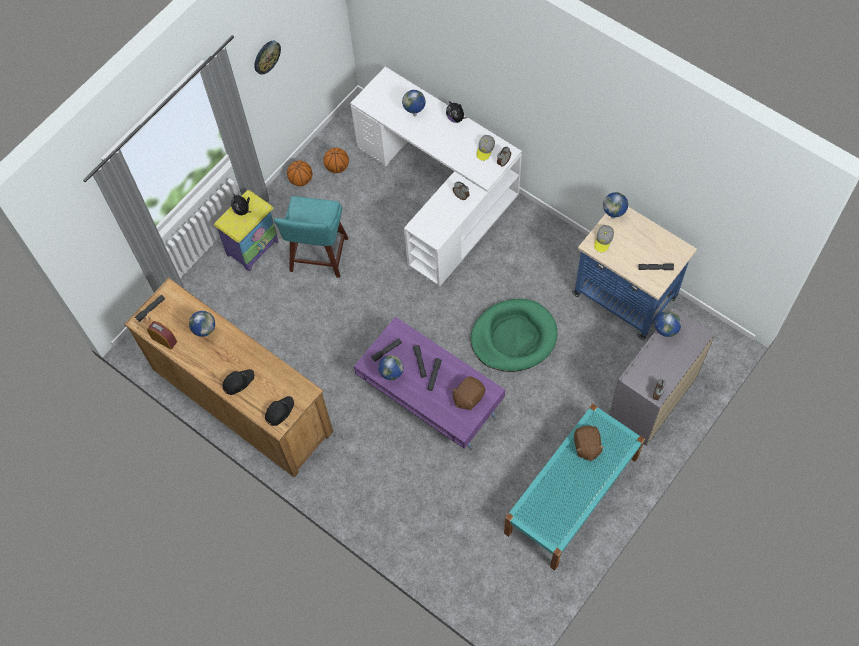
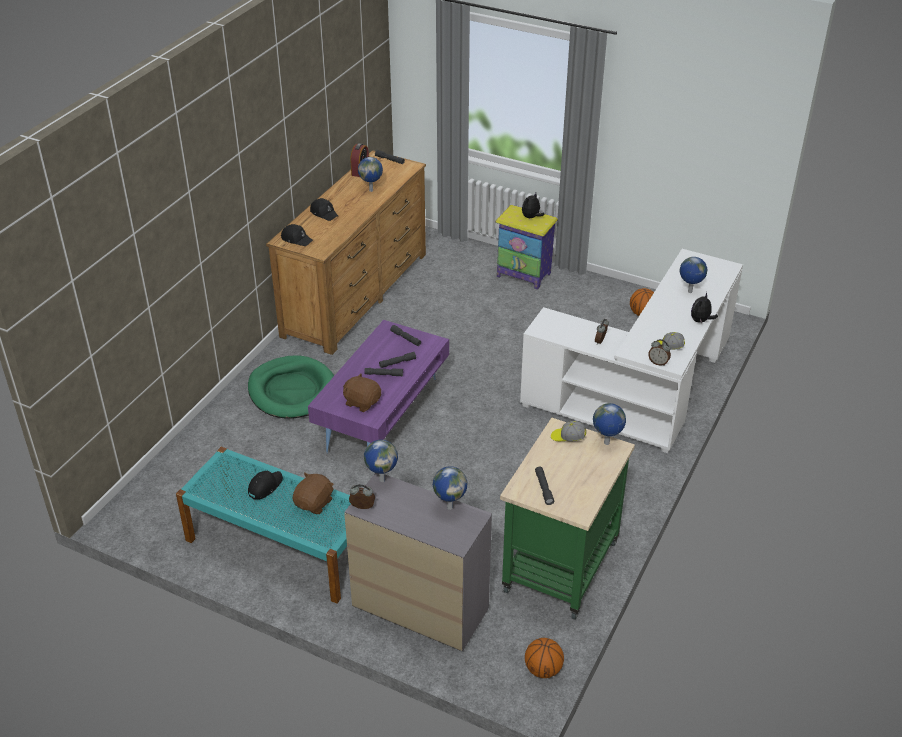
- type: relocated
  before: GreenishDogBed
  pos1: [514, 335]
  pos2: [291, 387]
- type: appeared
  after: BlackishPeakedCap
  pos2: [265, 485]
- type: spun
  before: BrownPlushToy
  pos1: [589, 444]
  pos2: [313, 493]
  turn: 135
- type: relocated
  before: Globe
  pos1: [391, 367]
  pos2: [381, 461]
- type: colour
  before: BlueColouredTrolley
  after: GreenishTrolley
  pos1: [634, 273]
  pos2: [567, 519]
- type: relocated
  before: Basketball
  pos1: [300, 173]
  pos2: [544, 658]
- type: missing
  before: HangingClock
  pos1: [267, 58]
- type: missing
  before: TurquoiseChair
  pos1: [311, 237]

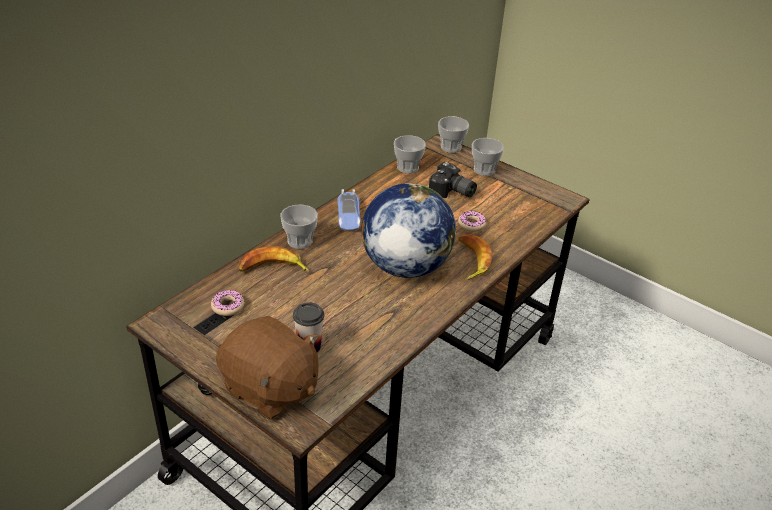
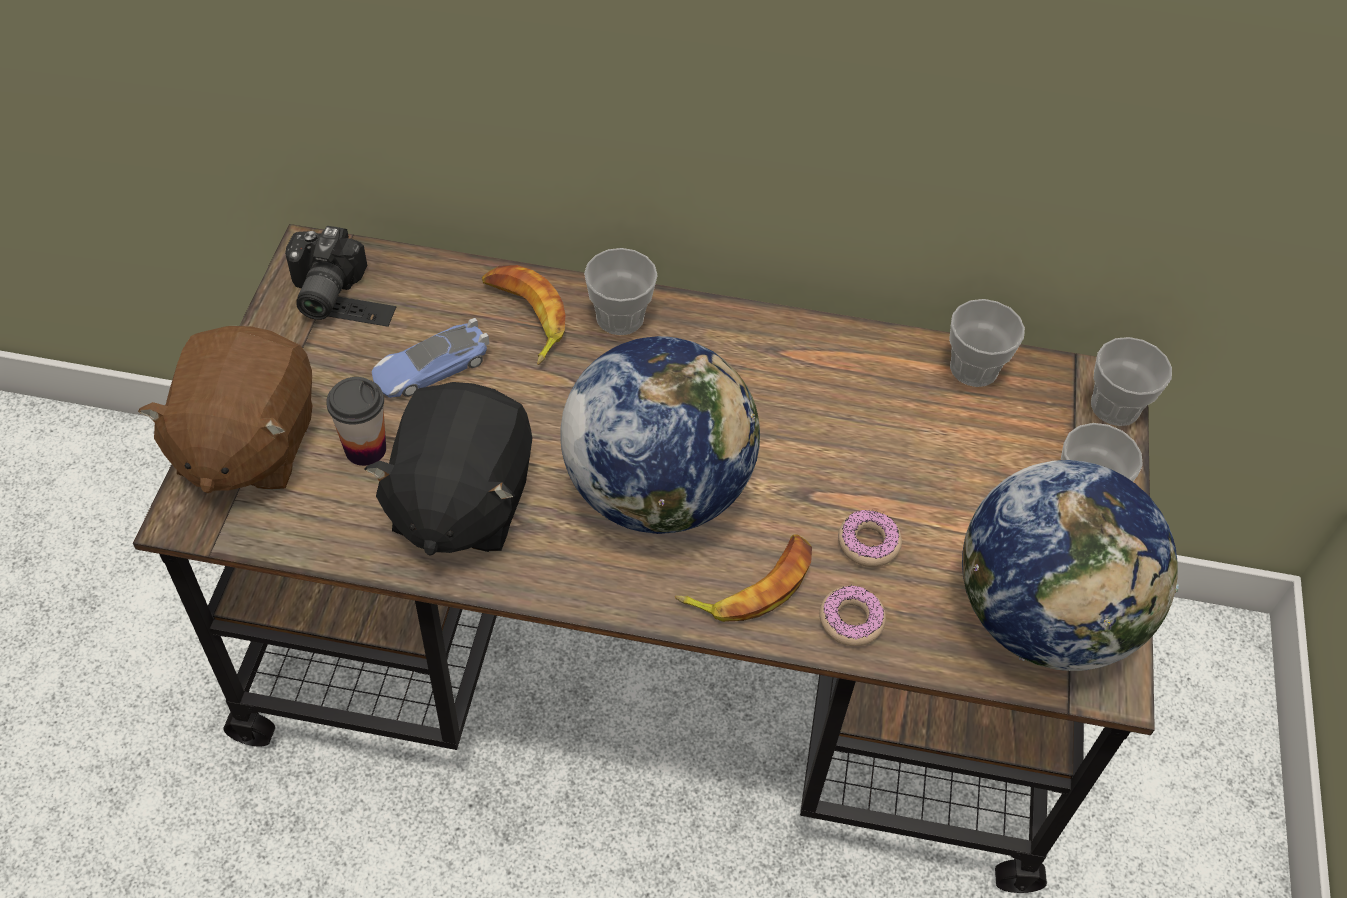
- type: relocated
  before: StillCamera
  pos1: [453, 180]
  pos2: [326, 273]
- type: appeared
  after: BlackishPlushToy
  pos2: [448, 469]
- type: relocated
  before: ToyCar
  pos1: [349, 210]
  pos2: [430, 358]
- type: relocated
  before: Donut
  pos1: [227, 303]
  pos2: [852, 615]
- type: appeared
  after: Globe
  pos2: [1070, 565]

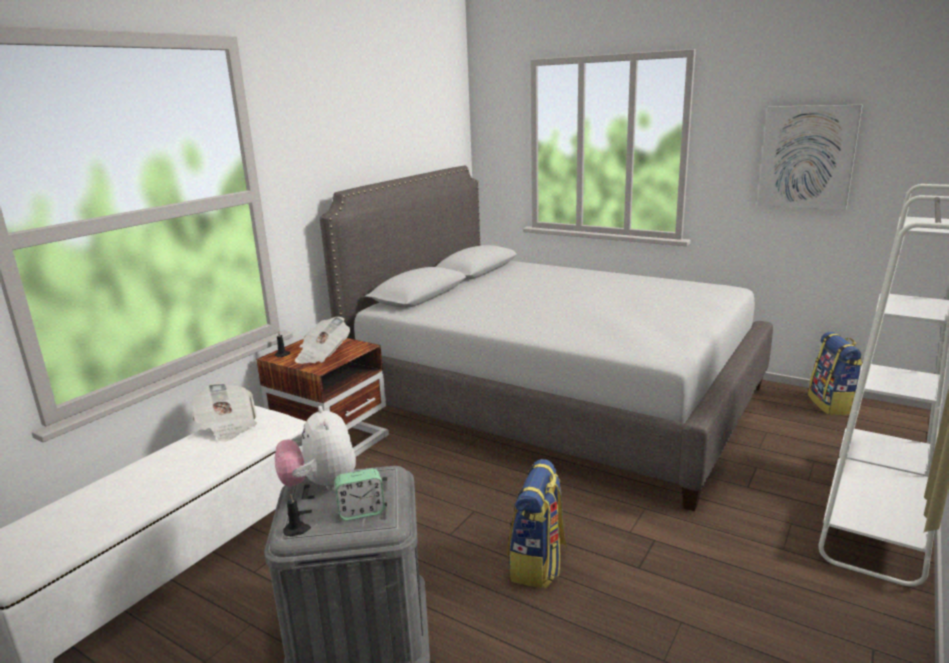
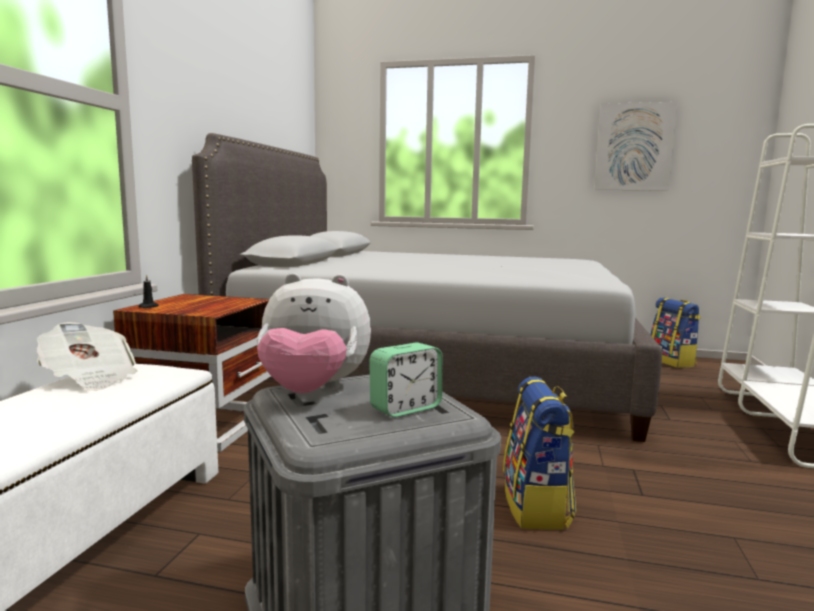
- type: spun
  before: PlushToy
  pos1: [315, 448]
  pos2: [314, 333]
  turn: -45
- type: missing
  before: BlackishWaxLight
  pos1: [297, 514]
- type: missing
  before: Newspaper
  pos1: [322, 340]

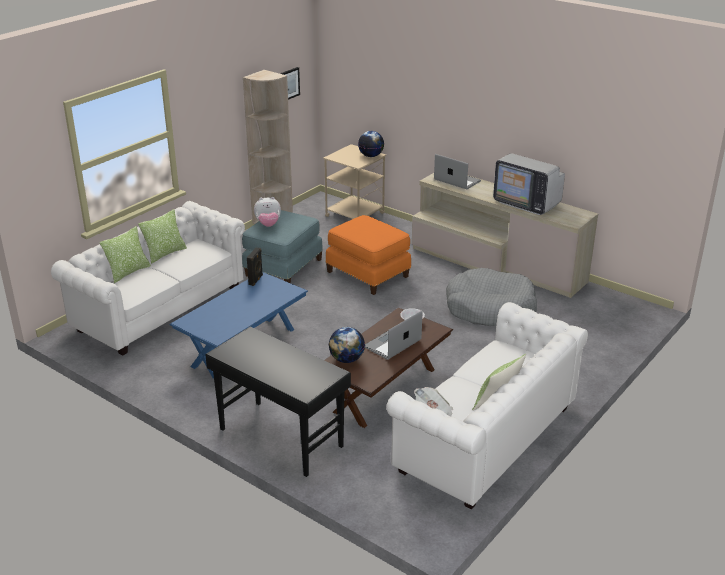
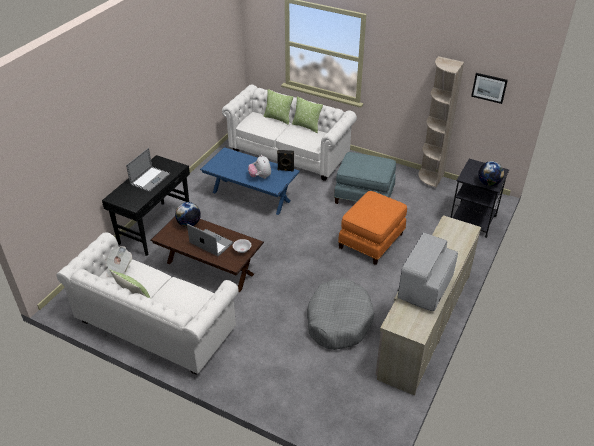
- type: relocated
  before: Laptop
  pos1: [457, 171]
  pos2: [148, 170]
- type: relocated
  before: PlushToy
  pos1: [267, 212]
  pos2: [259, 167]
- type: colour
  before: BeigeTrolley
  after: BlackishTrolley
  pos1: [354, 181]
  pos2: [479, 198]

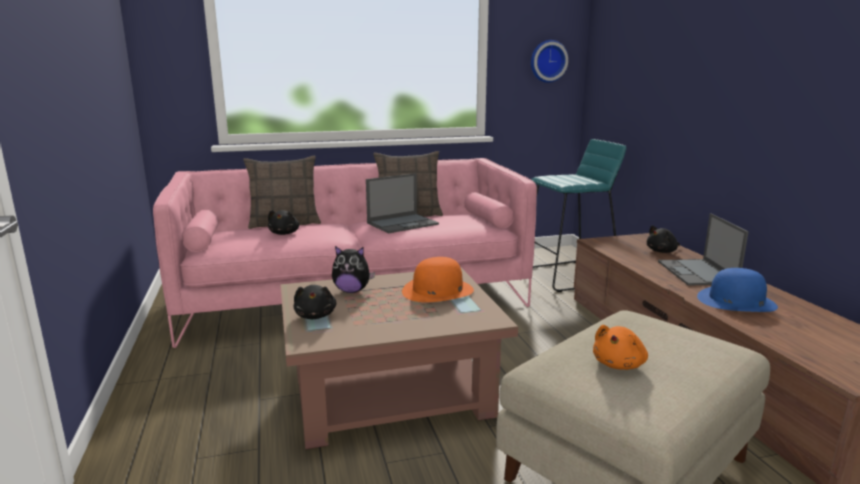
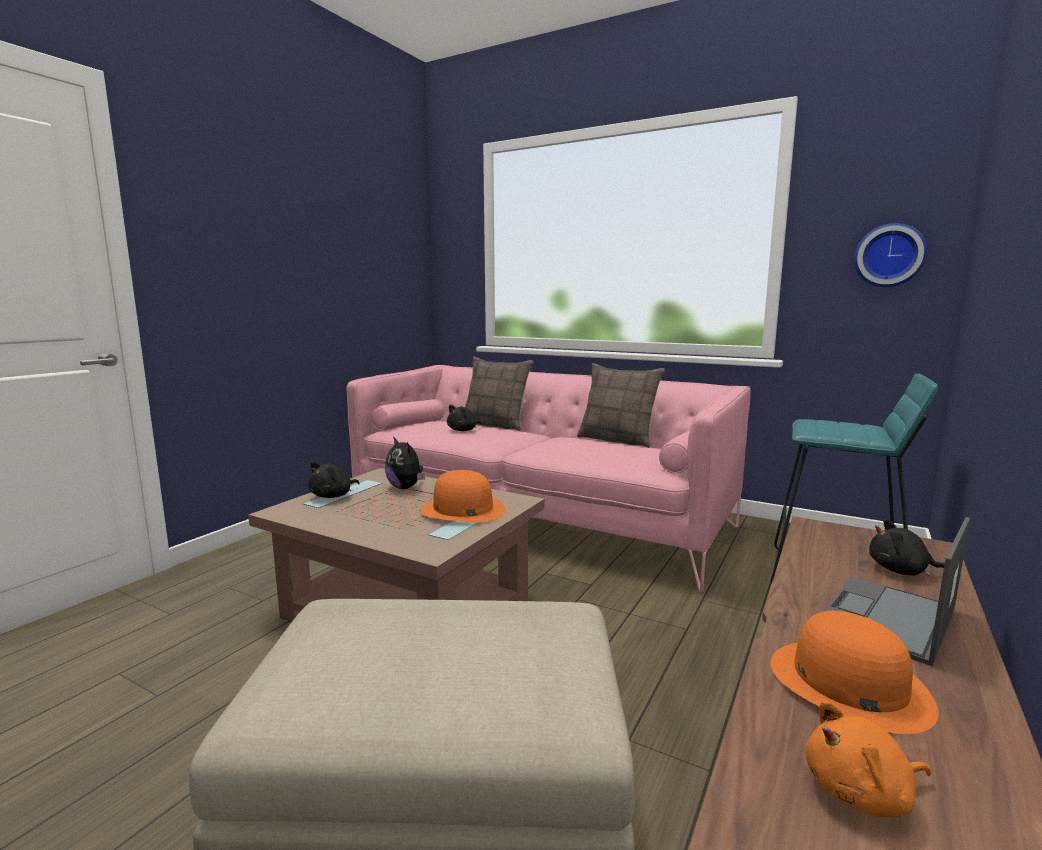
- type: colour
  before: BlueColouredWearableHat
  after: OrangeyWearableHat
  pos1: [737, 290]
  pos2: [855, 672]
- type: relocated
  before: OrangeyPlushToy
  pos1: [620, 347]
  pos2: [868, 759]
- type: missing
  before: Laptop
  pos1: [402, 203]

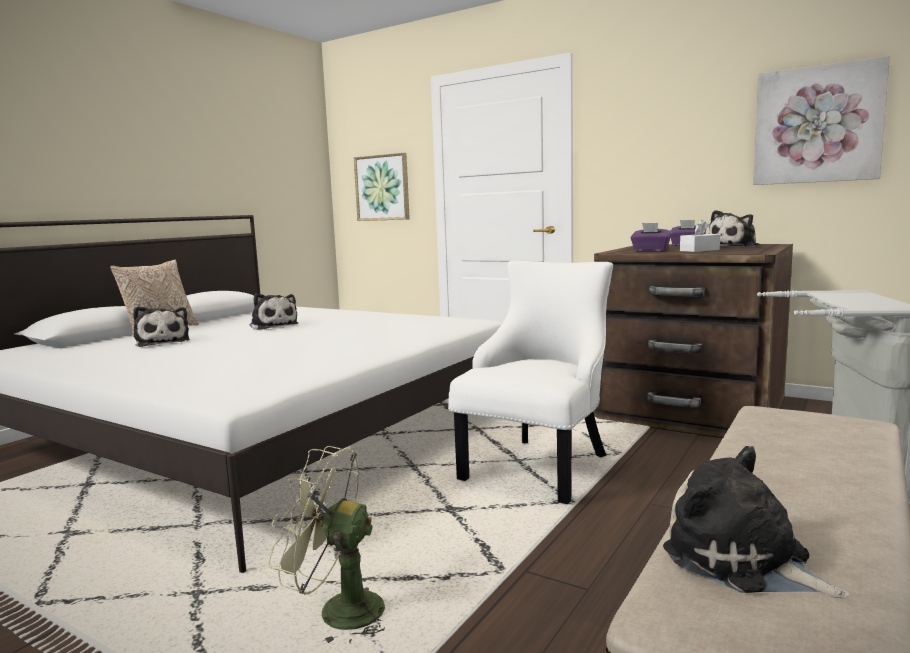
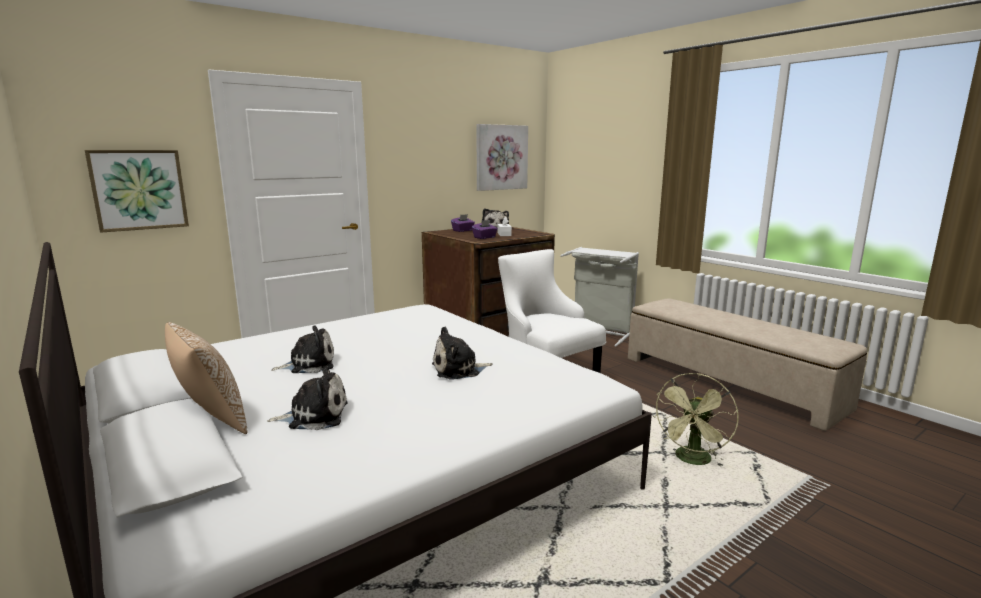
- type: relocated
  before: PlushToy
  pos1: [756, 522]
  pos2: [462, 353]

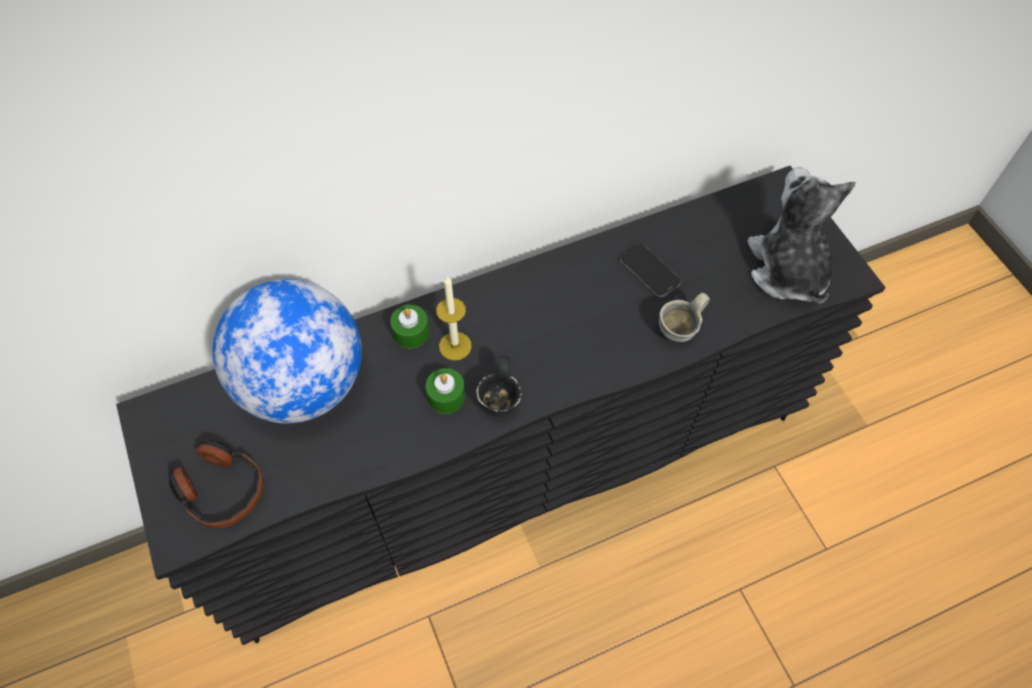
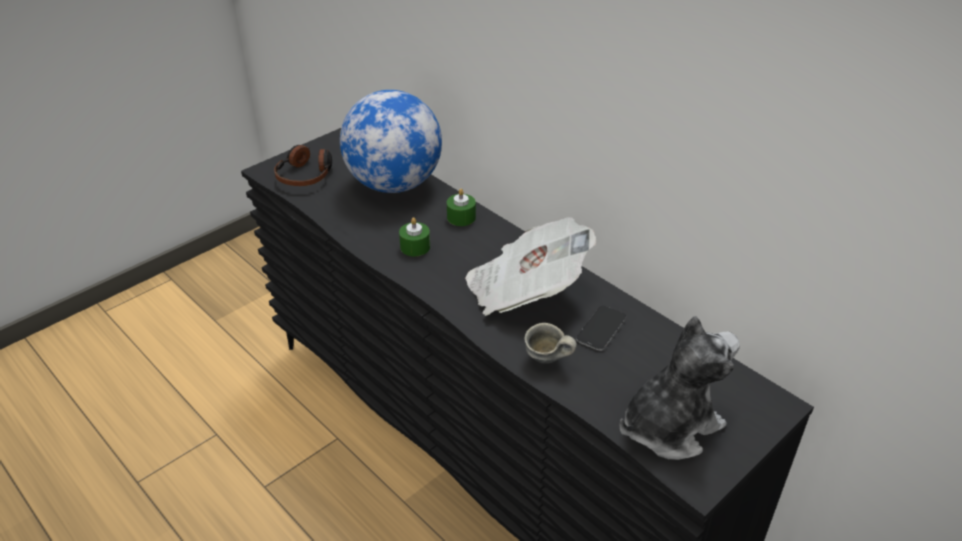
- type: appeared
  after: Newspaper
  pos2: [530, 266]
- type: missing
  before: WaxLight
  pos1: [454, 318]
- type: missing
  before: BlackishMug
  pos1: [499, 386]

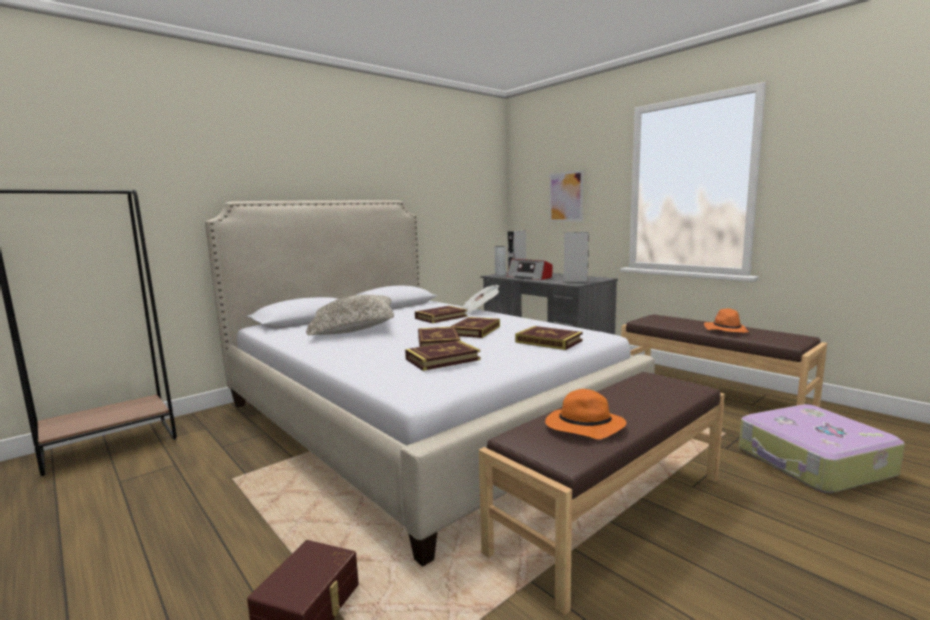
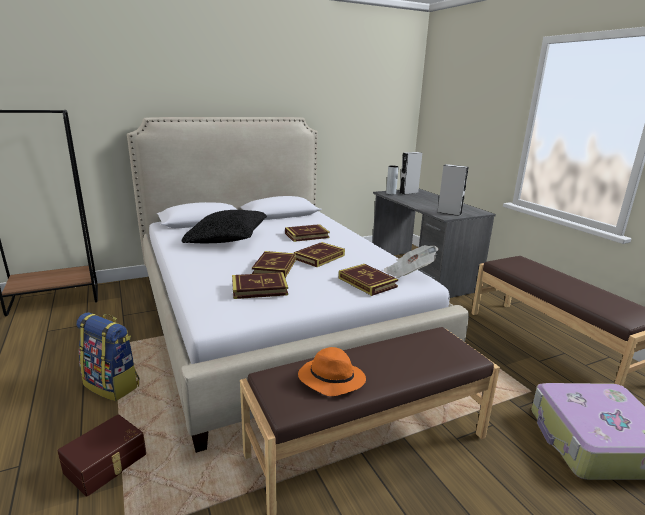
- type: appeared
  after: Knapsack
  pos2: [108, 356]
- type: colour
  before: BeigeCushion
  after: BlackishCushion
  pos1: [350, 315]
  pos2: [224, 226]
- type: relocated
  before: Newspaper
  pos1: [480, 299]
  pos2: [411, 261]
- type: missing
  before: RadioReceiver
  pos1: [530, 269]
- type: missing
  before: WallPicture
  pos1: [566, 196]
- type: missing
  before: OrangeyWearableHat
  pos1: [727, 321]

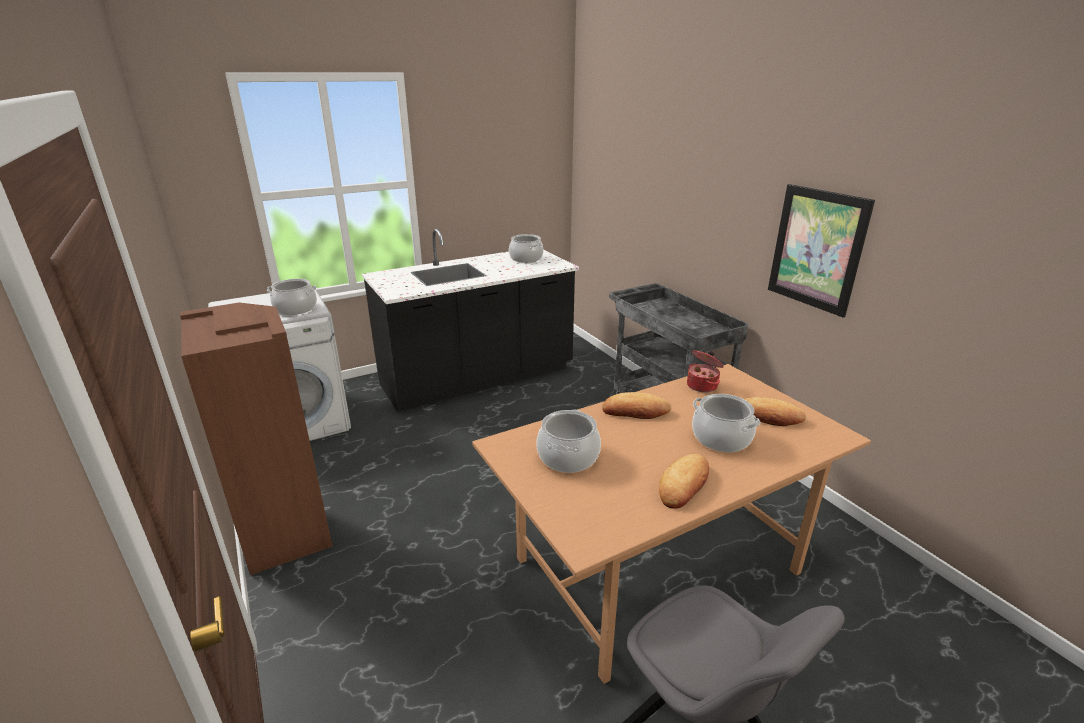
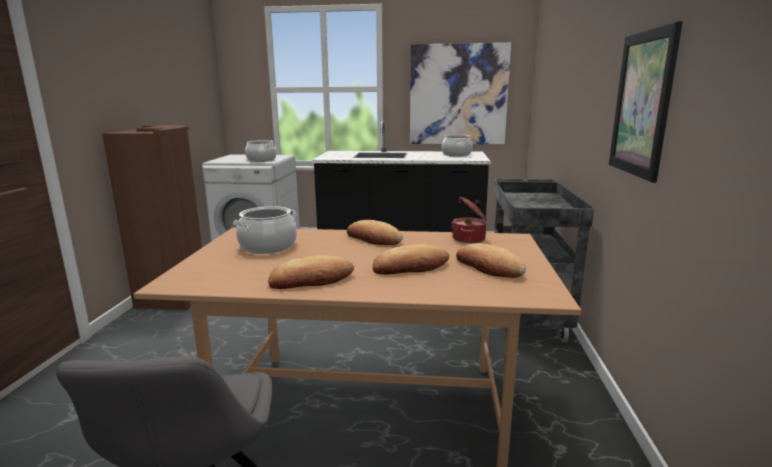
- type: exchanged
  before: CookingPot
  after: BakedBread
  pos1: [726, 423]
  pos2: [411, 259]
- type: appeared
  after: WallPicture
  pos2: [460, 93]

